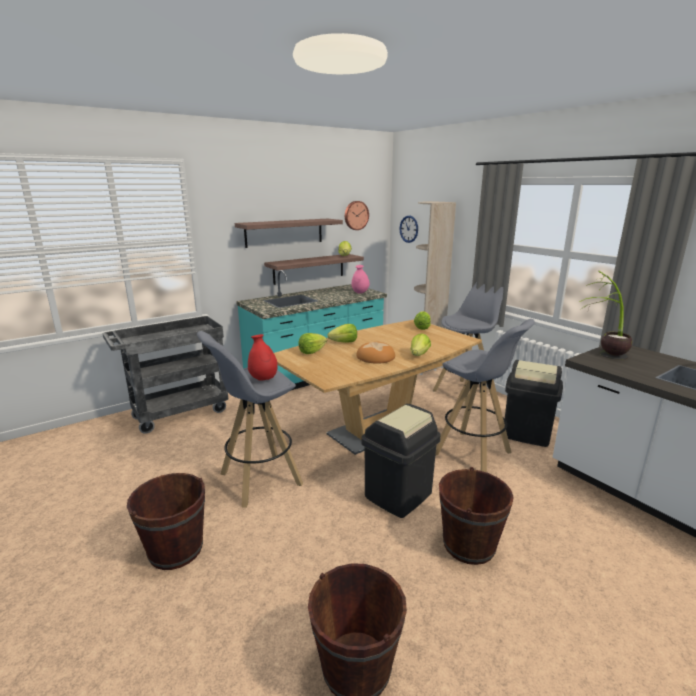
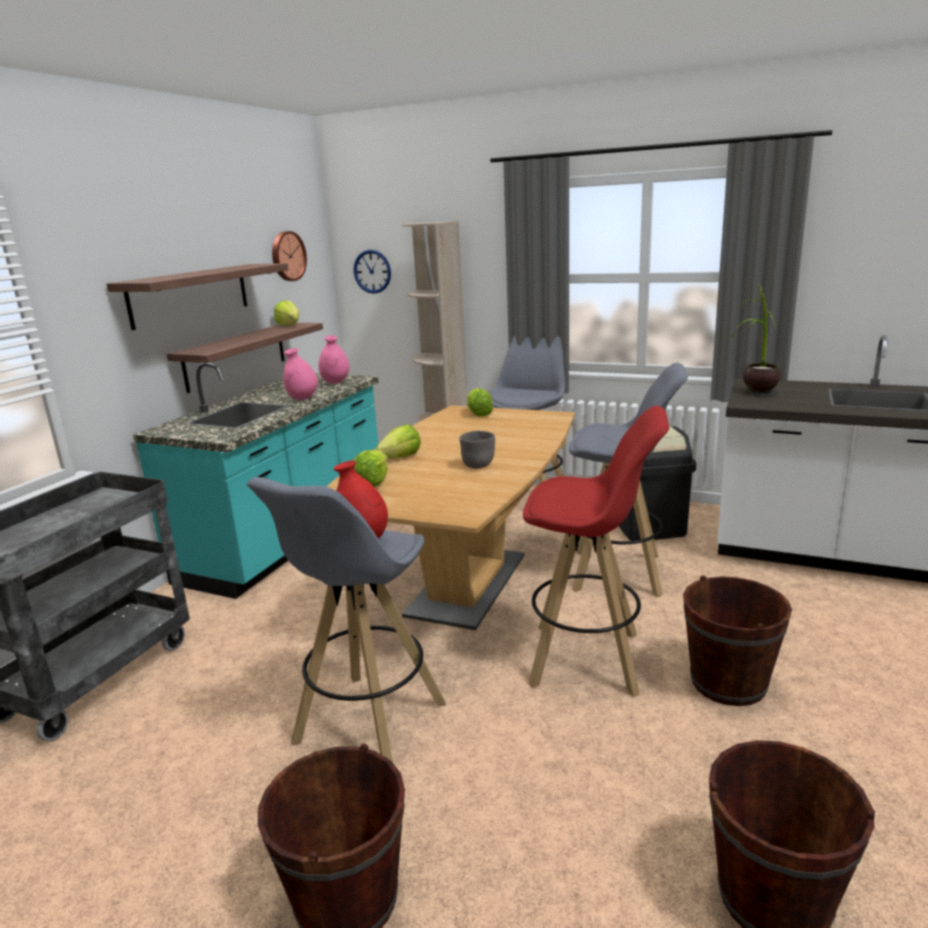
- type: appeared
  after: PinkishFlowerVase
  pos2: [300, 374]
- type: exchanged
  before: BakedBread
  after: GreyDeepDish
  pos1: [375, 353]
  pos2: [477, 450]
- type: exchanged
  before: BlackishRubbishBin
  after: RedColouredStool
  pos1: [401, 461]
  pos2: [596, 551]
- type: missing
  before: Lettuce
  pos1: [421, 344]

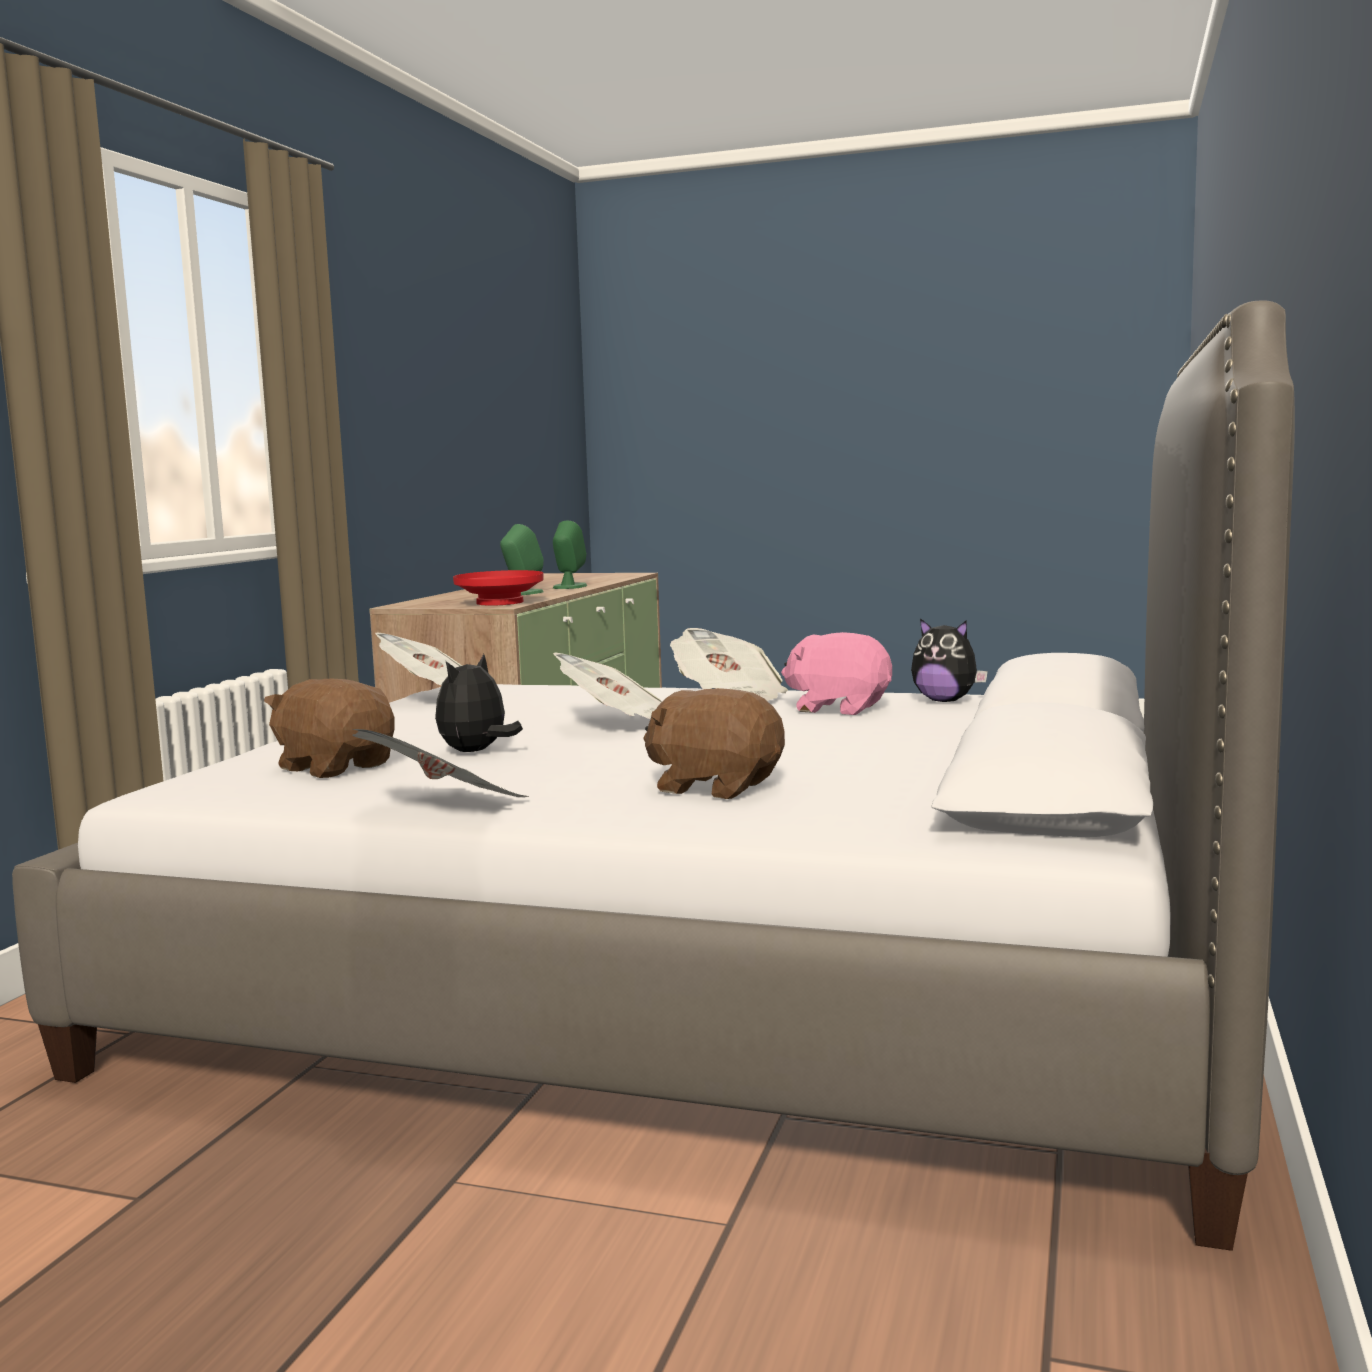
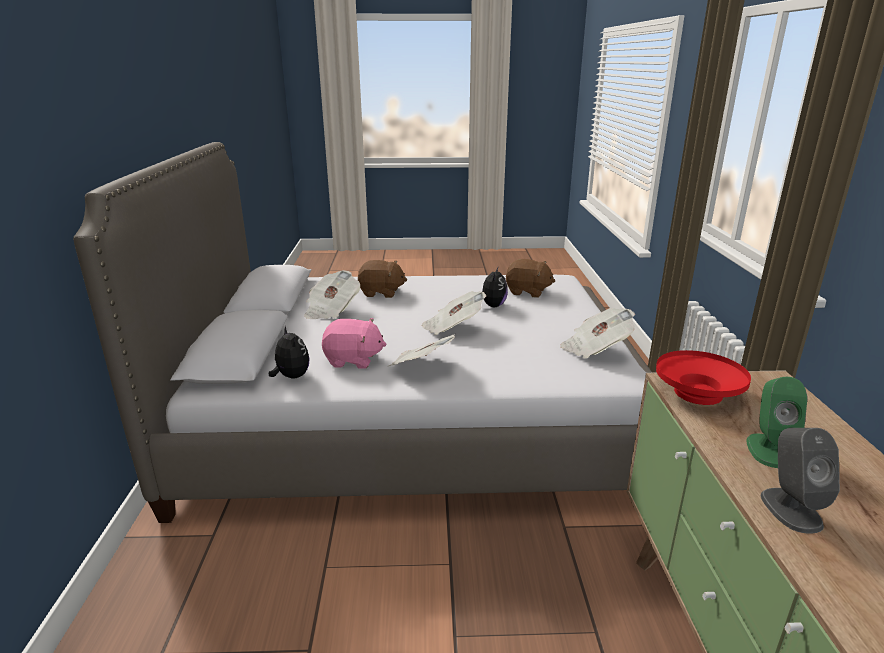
- type: spun
  before: PlushToy
  pos1: [949, 660]
  pos2: [289, 352]
  turn: 45
- type: relocated
  before: Newspaper
  pos1: [440, 763]
  pos2: [332, 294]
- type: colour
  before: GreenishSpeaker
  after: GreySpeaker
  pos1: [570, 555]
  pos2: [800, 480]

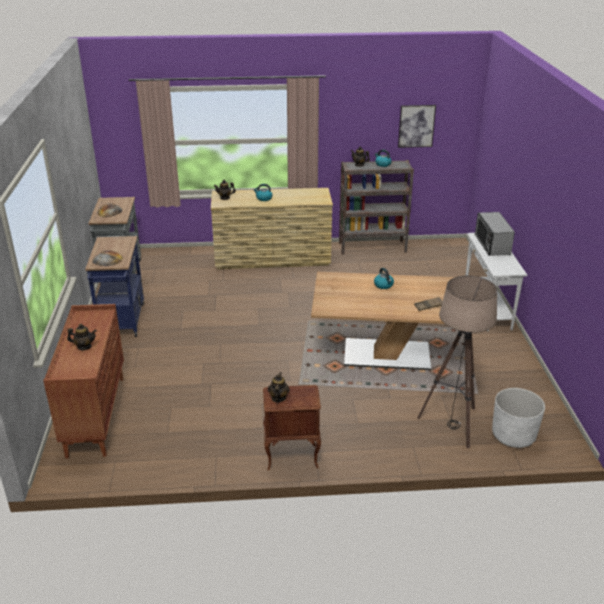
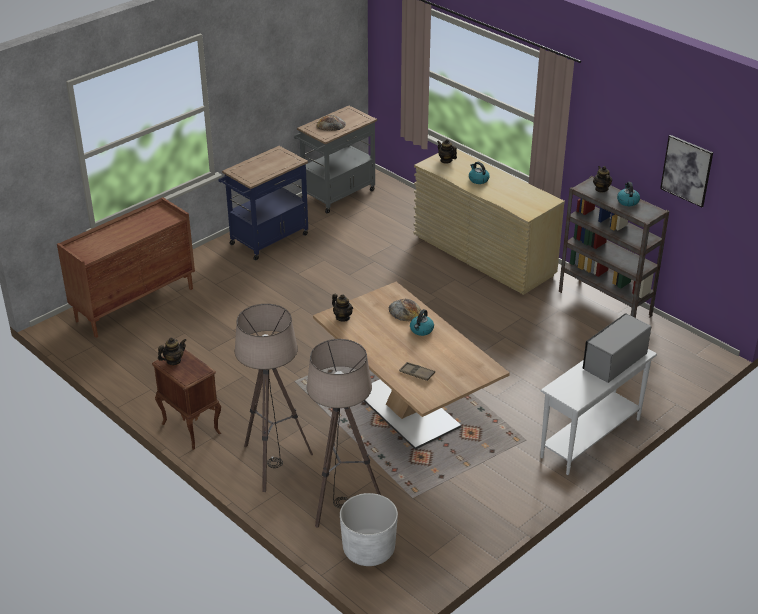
- type: appeared
  after: FloorLamp
  pos2: [274, 398]
- type: relocated
  before: TeaPot
  pos1: [82, 337]
  pos2: [342, 308]
- type: relocated
  before: BakedBread
  pos1: [107, 258]
  pos2: [405, 310]

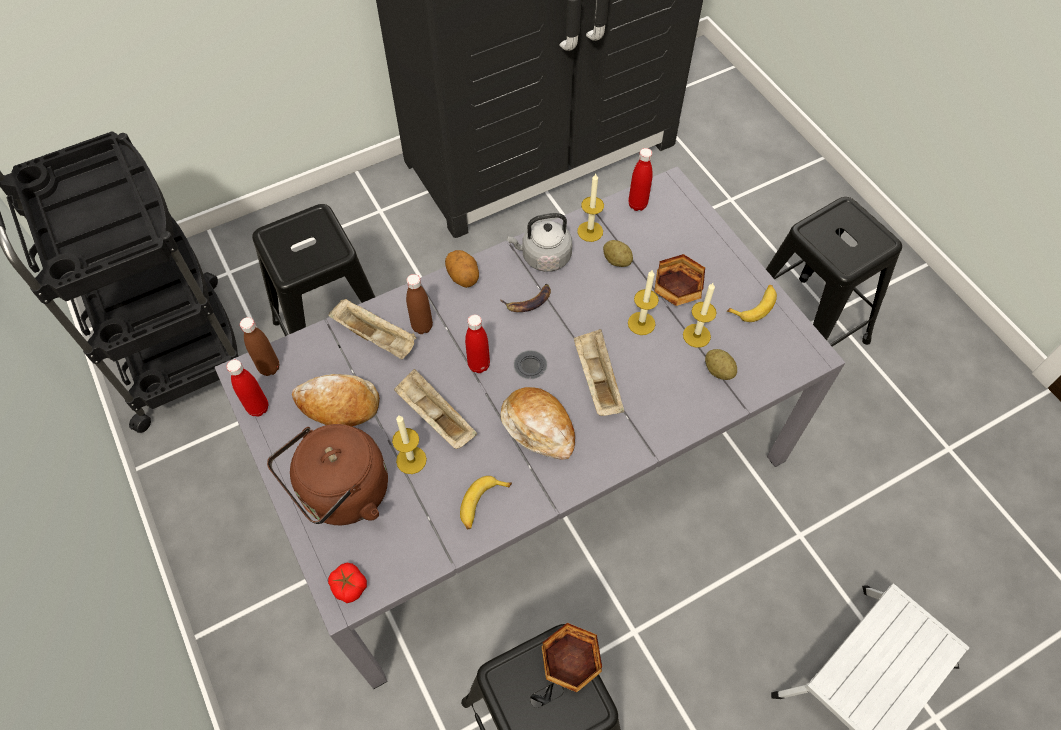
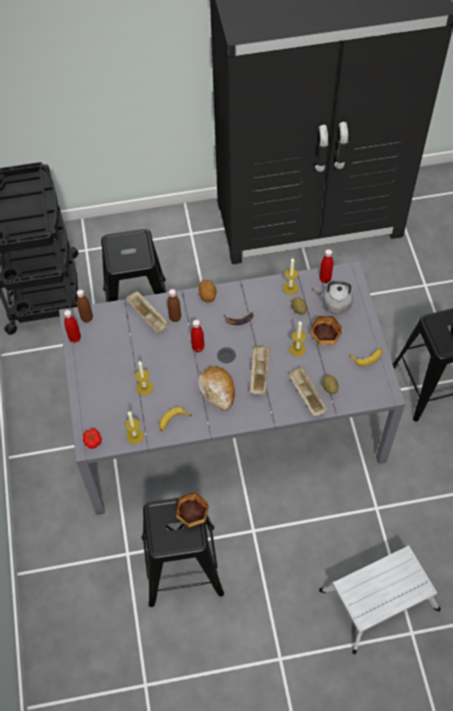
- type: relocated
  before: WaxLight
  pos1: [700, 315]
  pos2: [134, 427]
- type: relocated
  before: BeigeCarryingTray
  pos1: [435, 409]
  pos2: [308, 391]
- type: relocated
  before: GreyTeaKettle
  pos1: [539, 242]
  pos2: [334, 297]
- type: missing
  before: BrownTeaKettle
  pos1: [327, 474]
- type: missing
  before: BakedBread
  pos1: [336, 400]

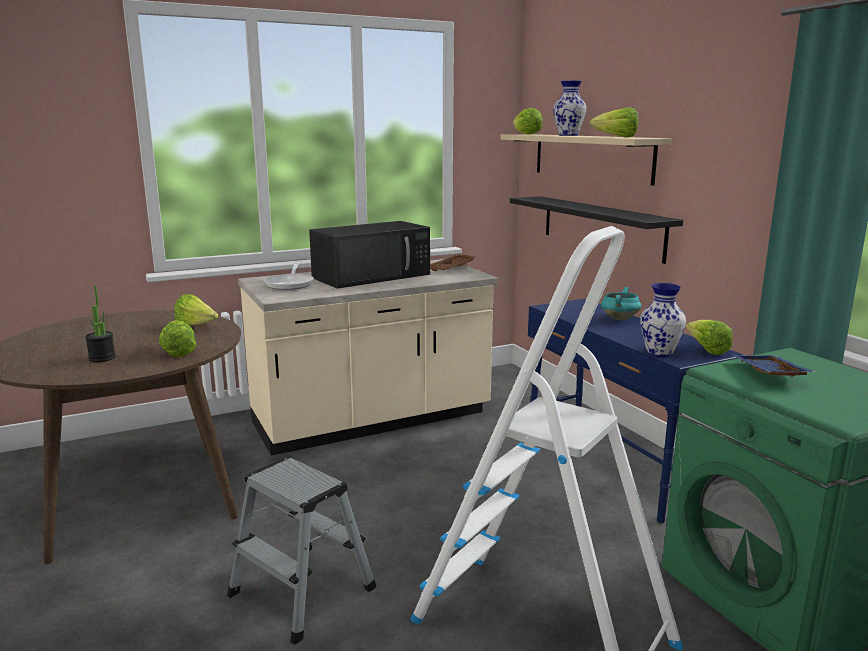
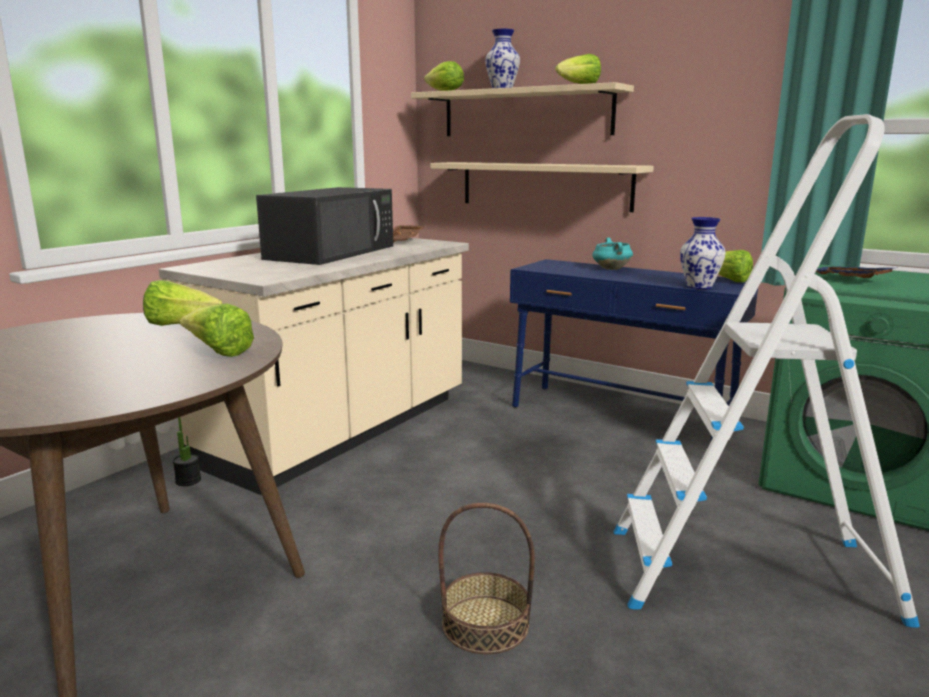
- type: relocated
  before: PlantInAPot
  pos1: [100, 324]
  pos2: [187, 451]
- type: colour
  before: BlackishBracketShelf
  after: BeigeBracketShelf
  pos1: [596, 230]
  pos2: [542, 187]
- type: exchanged
  before: GreyStepLadder
  after: HouseholdBasket
  pos1: [302, 550]
  pos2: [487, 578]
- type: missing
  before: Skillet
  pos1: [289, 276]

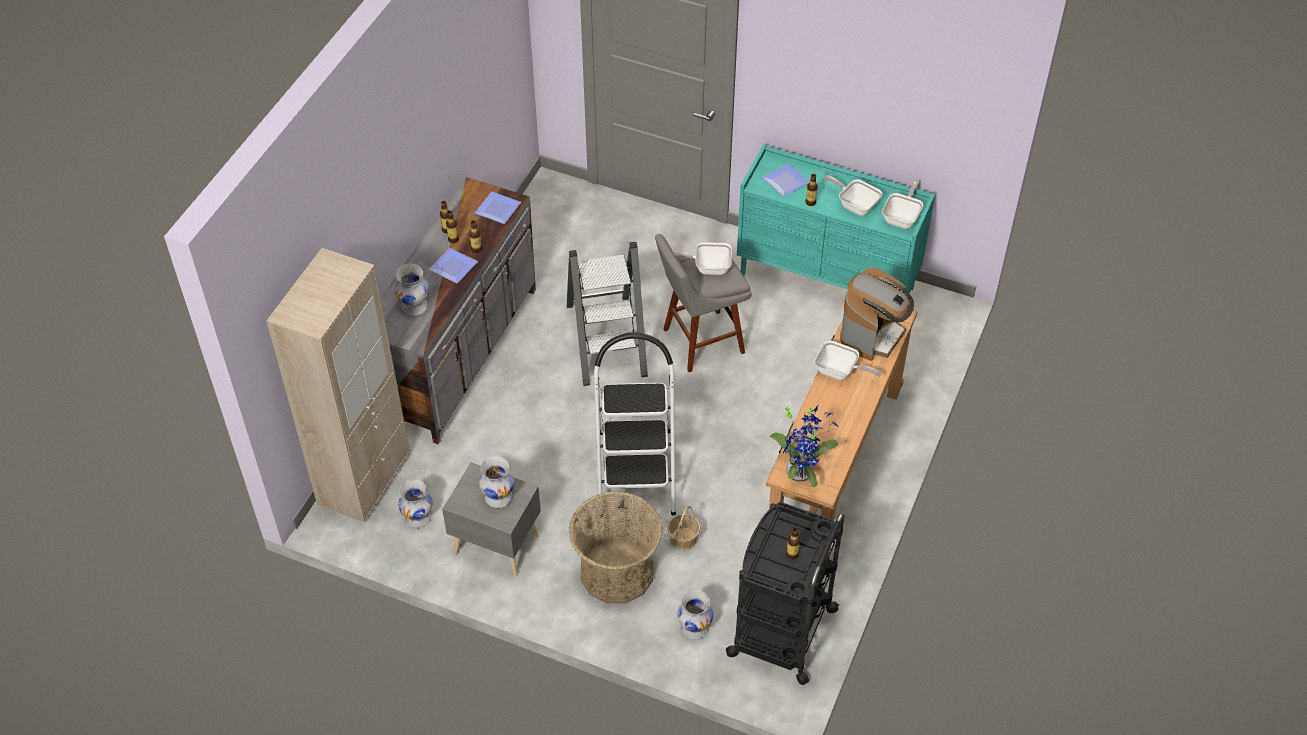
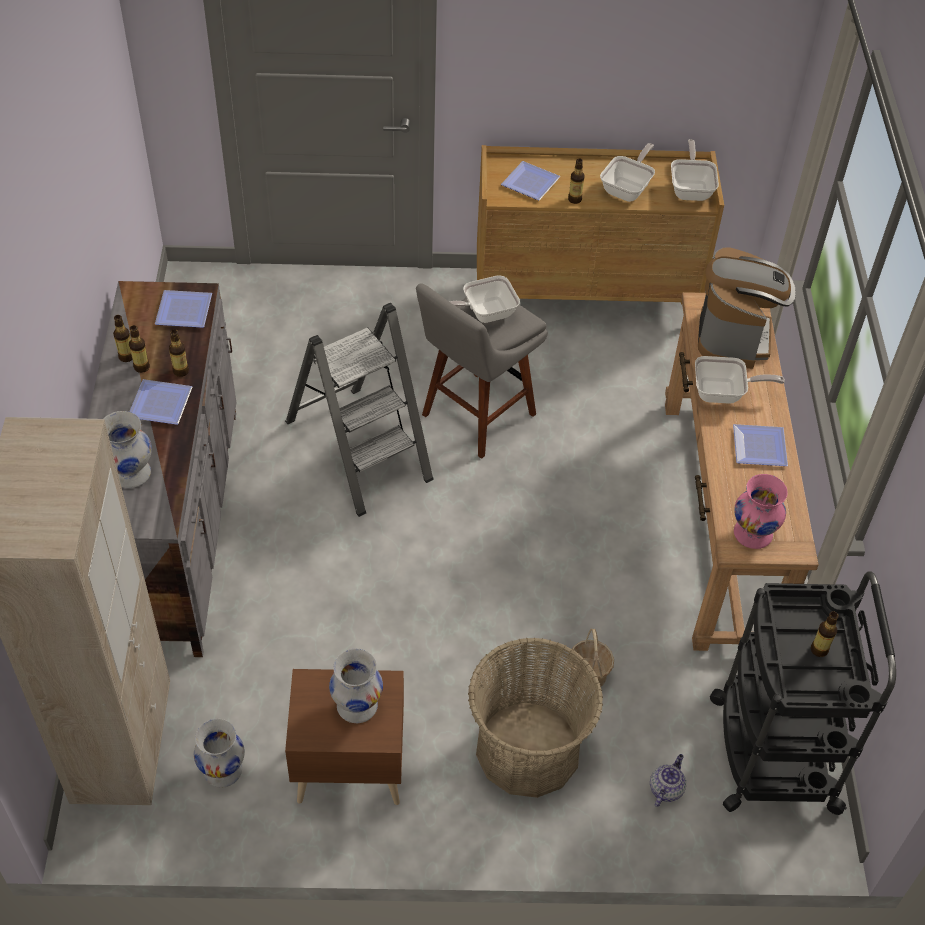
- type: colour
  before: GreyBedsideTable
  after: BrownBedsideTable
  pos1: [491, 519]
  pos2: [344, 737]
- type: colour
  before: TurquoiseDrawerChest
  after: BrownDrawerChest
  pos1: [836, 219]
  pos2: [600, 224]
- type: spun
  before: Skillet
  pos1: [853, 195]
  pos2: [627, 172]
  turn: 105
- type: exchanged
  before: WhiteFlowerVase
  after: TeaPot
  pos1: [695, 615]
  pos2: [668, 780]
- type: appeared
  after: DinnerPlate
  pos2: [760, 445]
- type: exchanged
  before: PlantInAPot
  after: PinkishFlowerVase
  pos1: [804, 445]
  pos2: [761, 511]
- type: missing
  before: StepLadder
  pos1: [635, 424]

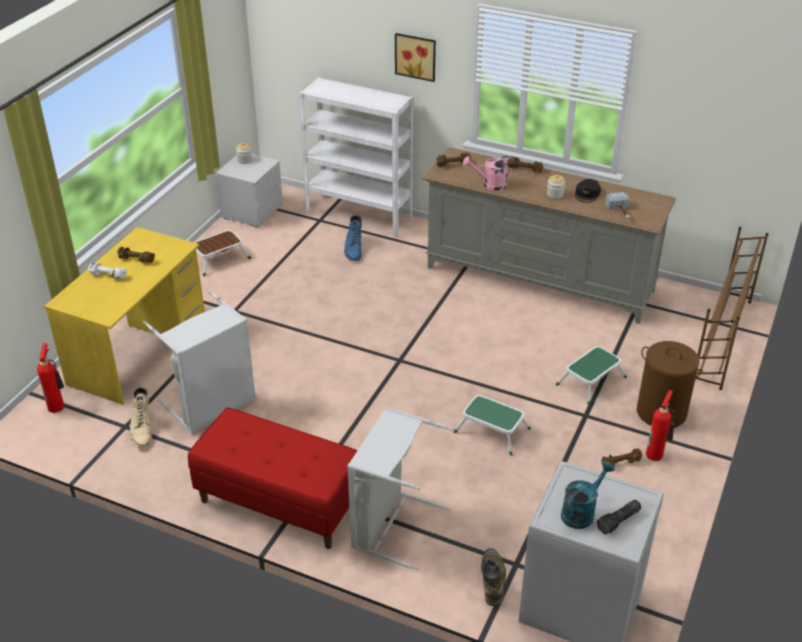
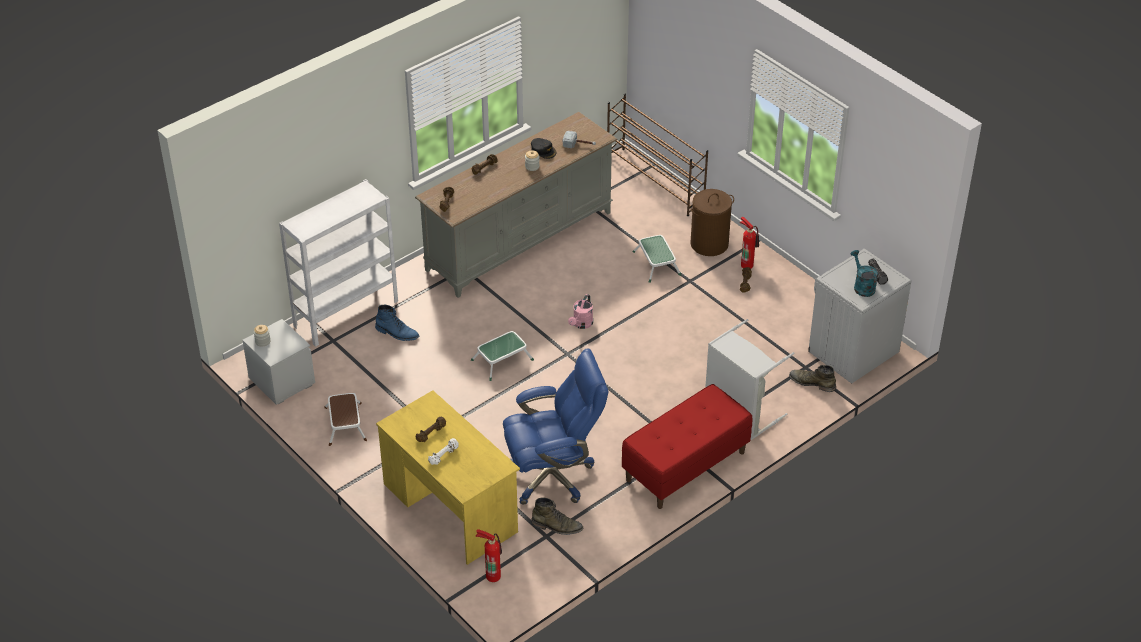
- type: relocated
  before: GreenishStepLadder
  pos1: [492, 425]
  pos2: [502, 356]
- type: exchanged
  before: GreyWashingBasket
  after: BlueColouredOfficeChair
  pos1: [199, 362]
  pos2: [555, 427]
- type: colour
  before: BeigeHighTopBoot
  after: GreenishHighTopBoot
  pos1: [141, 417]
  pos2: [557, 516]
- type: relocated
  before: PinkishWateringPot
  pos1: [489, 173]
  pos2: [580, 311]
- type: missing
  before: WallPicture
  pos1: [415, 57]

